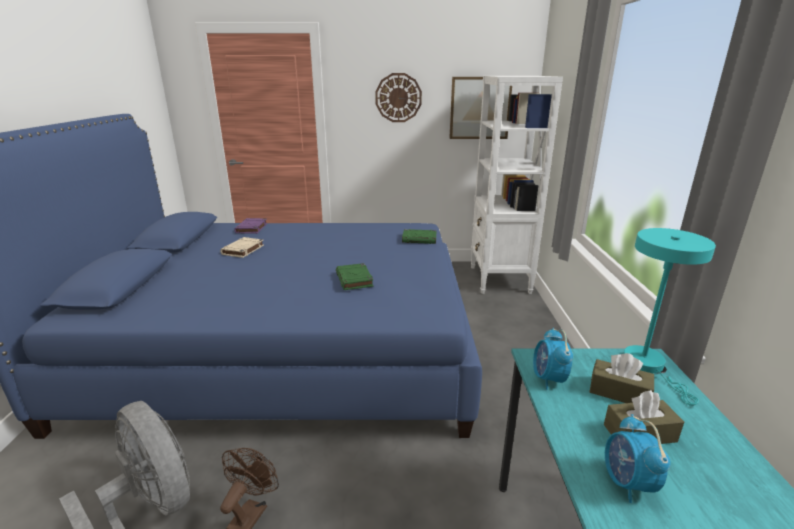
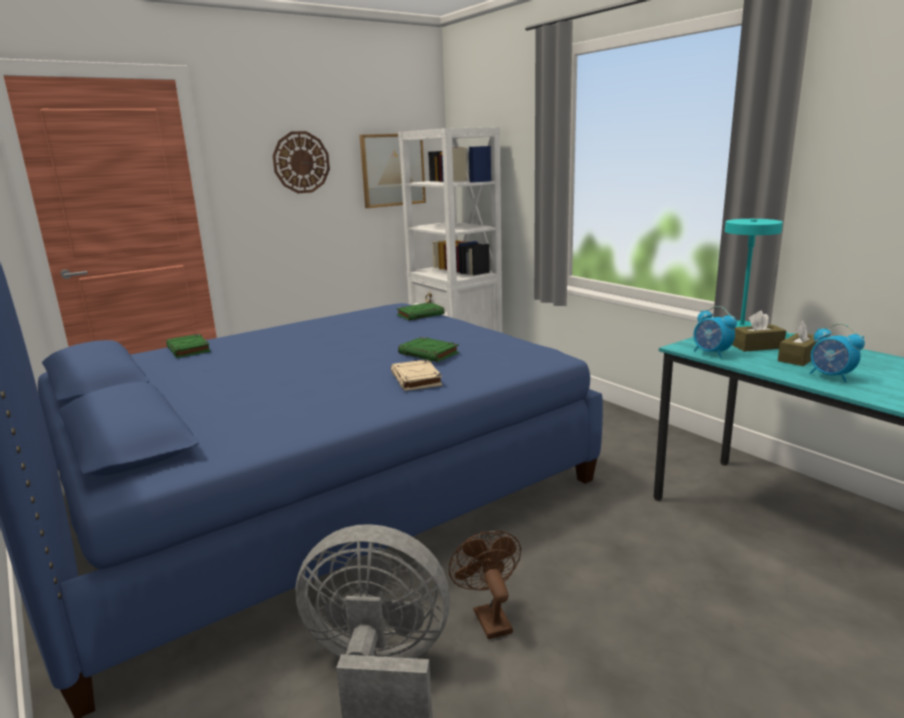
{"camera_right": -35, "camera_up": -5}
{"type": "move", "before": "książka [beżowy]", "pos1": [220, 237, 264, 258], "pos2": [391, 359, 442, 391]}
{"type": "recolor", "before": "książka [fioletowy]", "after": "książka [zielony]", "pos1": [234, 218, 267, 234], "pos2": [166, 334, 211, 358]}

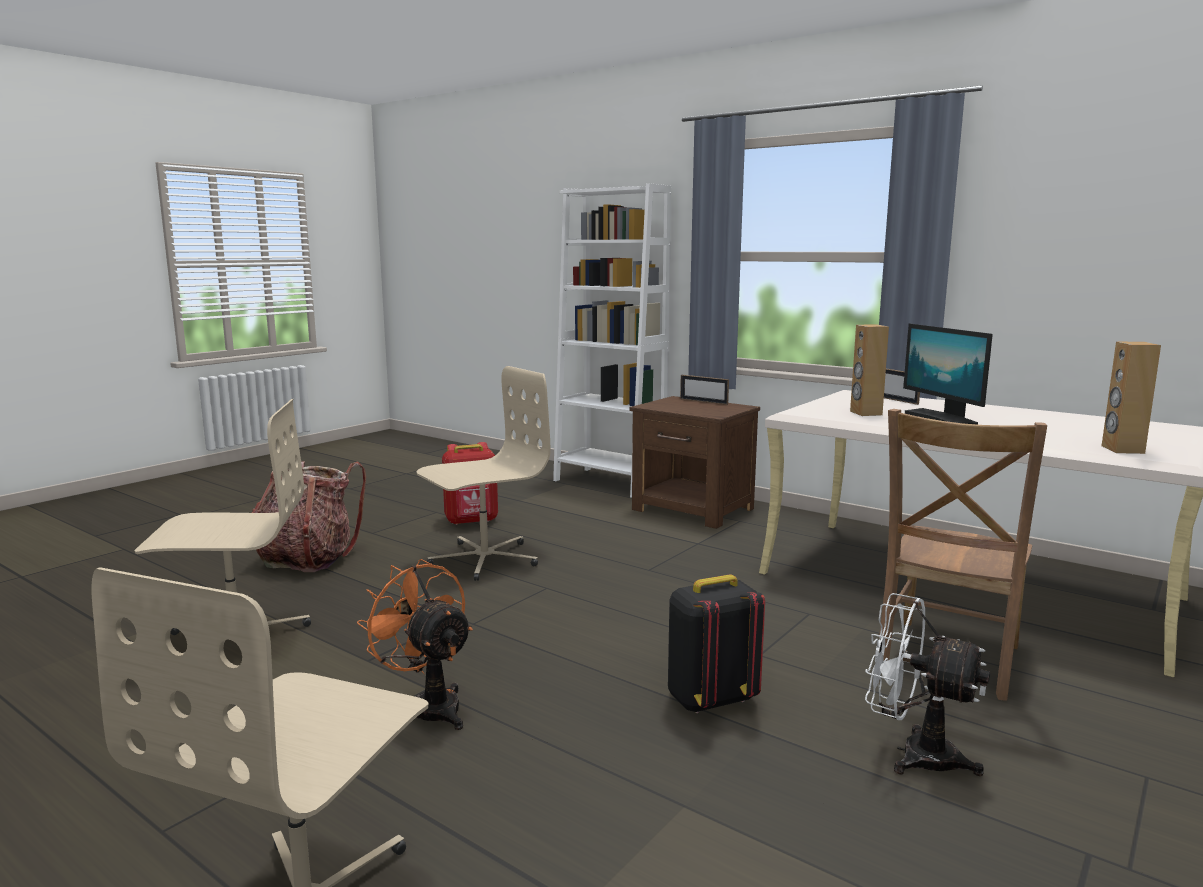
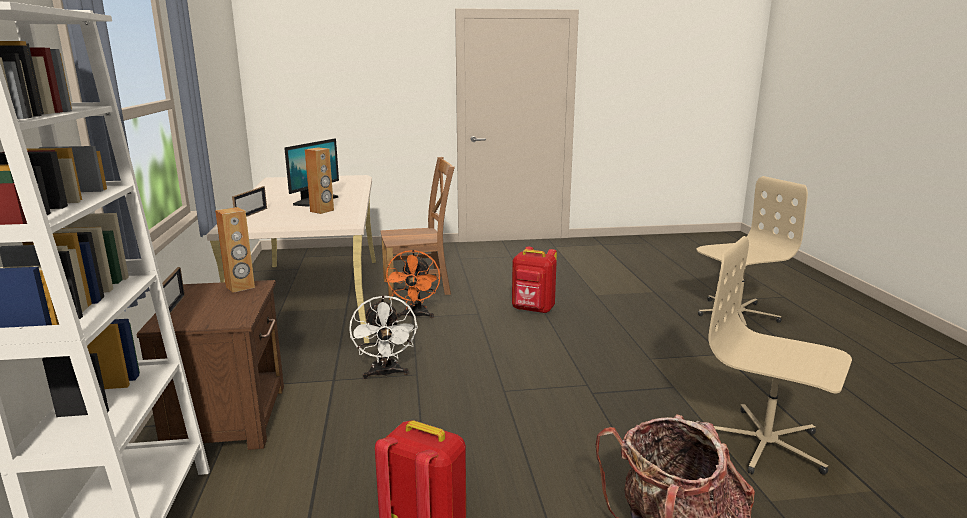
{"camera_right": -135, "camera_up": 5}
{"type": "delete", "before": "krzesło biurowe [beżowy]", "pos1": [417, 366, 550, 581]}
{"type": "move", "before": "wentylator [pomarańczowy]", "pos1": [357, 559, 473, 730], "pos2": [385, 250, 440, 318]}
{"type": "move", "before": "wentylator [biały]", "pos1": [865, 593, 990, 776], "pos2": [349, 295, 418, 379]}
{"type": "move", "before": "głośnik [brązowy]", "pos1": [1102, 342, 1161, 454], "pos2": [215, 207, 255, 293]}
{"type": "recolor", "before": "plecak [czarny]", "after": "plecak [czerwony]", "pos1": [668, 575, 765, 713], "pos2": [512, 247, 557, 314]}

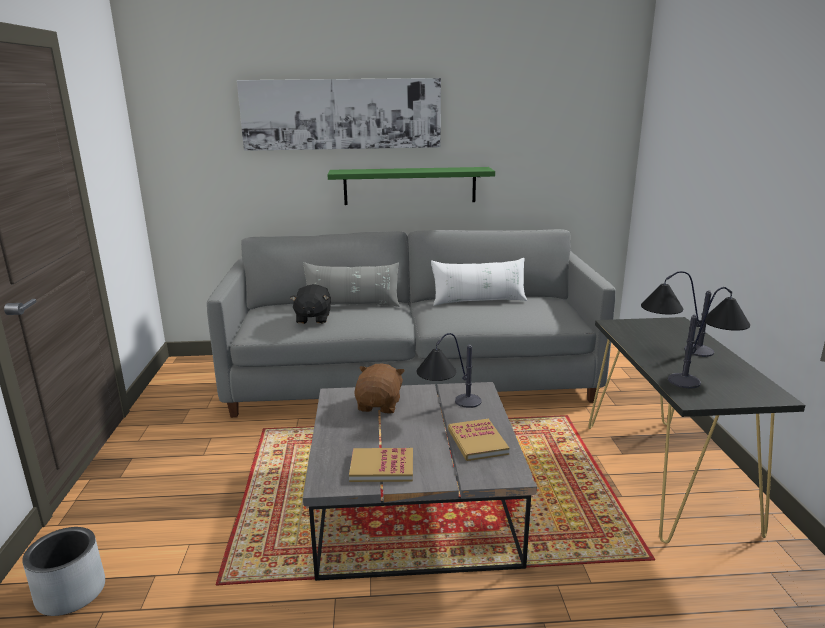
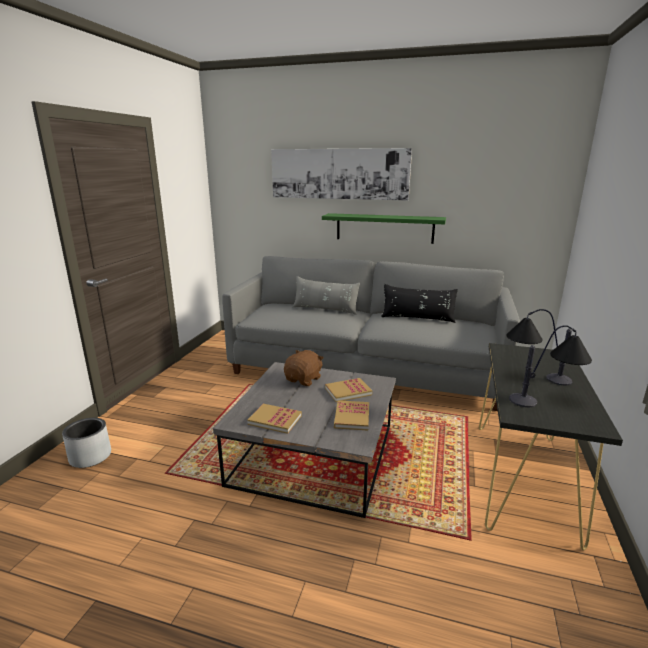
{"camera_right": 20, "camera_up": 0}
{"type": "delete", "before": "pluszak [czarny]", "pos1": [290, 284, 331, 324]}
{"type": "replace", "before": "lampa stołowa", "after": "książka", "pos1": [417, 333, 482, 408], "pos2": [325, 378, 372, 402]}
{"type": "recolor", "before": "poduszka [biały]", "after": "poduszka [czarny]", "pos1": [431, 258, 527, 306], "pos2": [381, 284, 458, 323]}

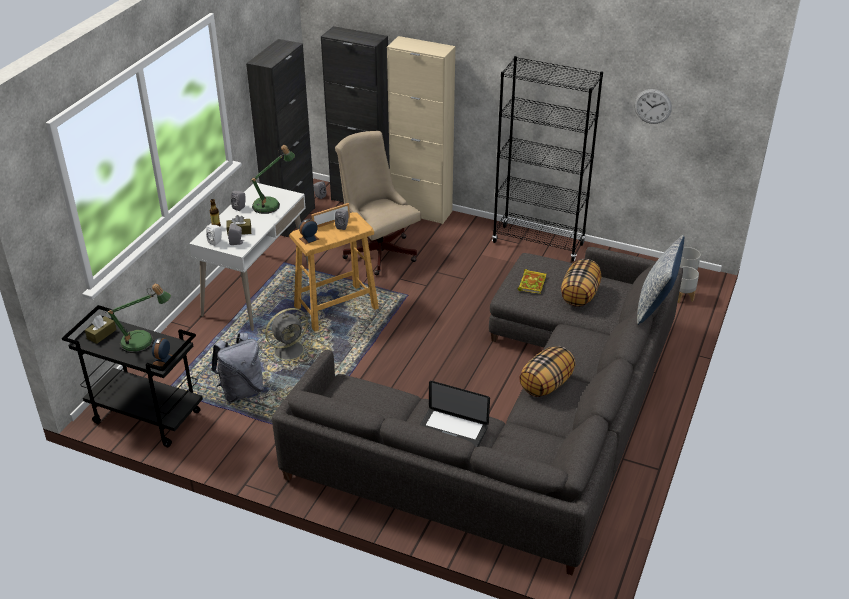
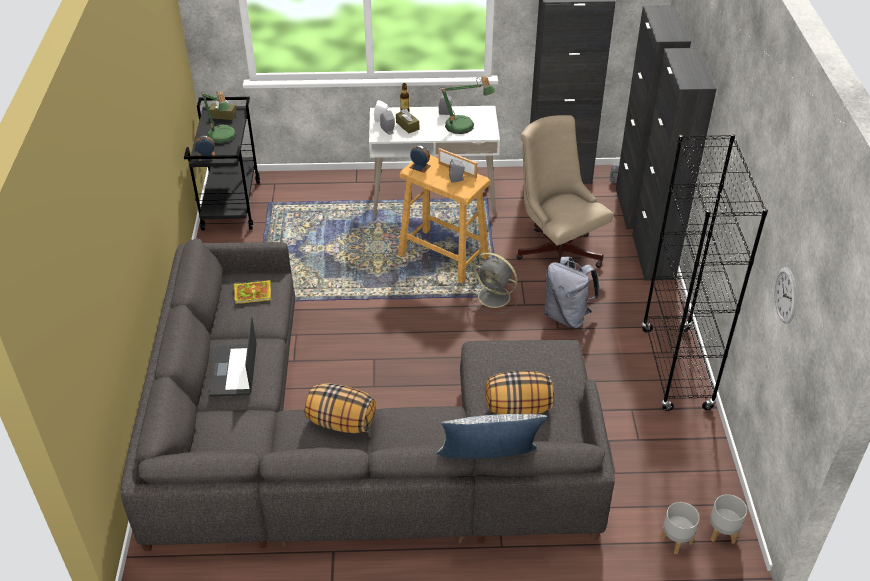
{"camera_right": 65, "camera_up": 5}
{"type": "move", "before": "plecak [szary]", "pos1": [211, 333, 264, 402], "pos2": [544, 257, 600, 328]}
{"type": "move", "before": "wentylator [szary]", "pos1": [264, 308, 312, 365], "pos2": [470, 252, 520, 314]}
{"type": "move", "before": "książka", "pos1": [517, 269, 546, 294], "pos2": [234, 280, 271, 304]}
{"type": "recolor", "before": "szafka [beżowy]", "after": "szafka [czarny]", "pos1": [387, 36, 455, 224], "pos2": [632, 48, 716, 281]}
{"type": "rotate", "before": "krzesło biurowe [beżowy]", "pos1": [335, 131, 421, 275], "pos2": [516, 115, 614, 268], "turn": -60}

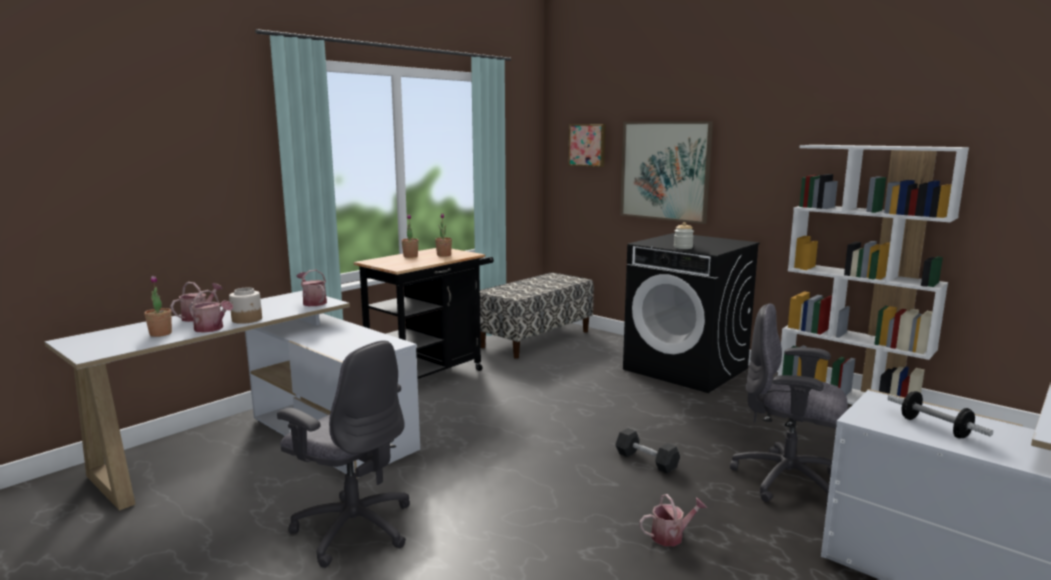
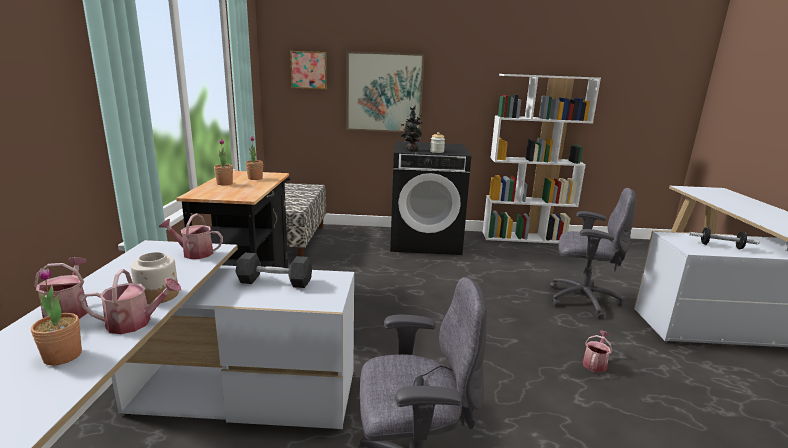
{"camera_right": -40, "camera_up": 5}
{"type": "insert", "after": "roślina doniczkowa", "pos2": [401, 105, 422, 151]}
{"type": "move", "before": "hantel [czarny]", "pos1": [615, 428, 680, 474], "pos2": [235, 253, 312, 288]}
{"type": "rotate", "before": "krzesło biurowe [szary]", "pos1": [730, 303, 848, 502], "pos2": [550, 188, 636, 319], "turn": -150}

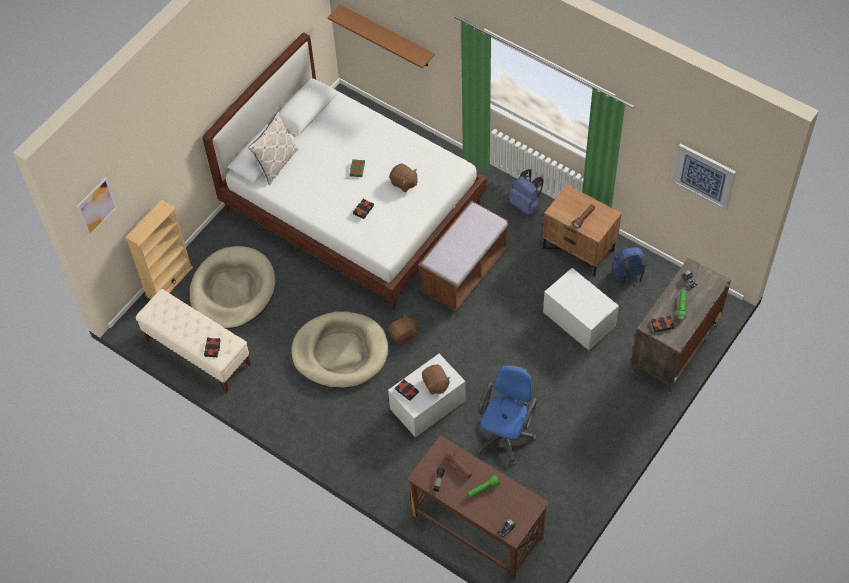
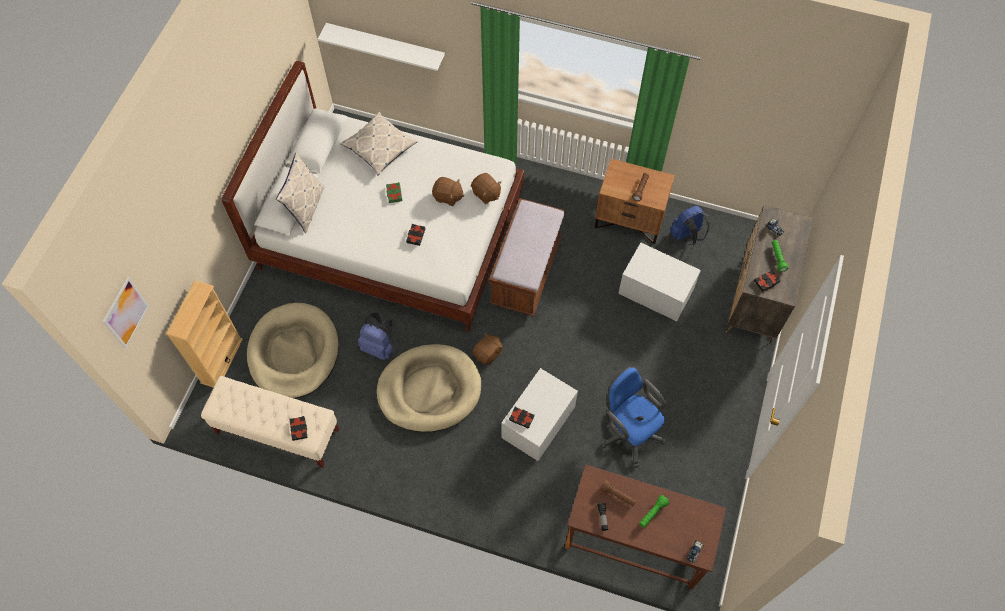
{"camera_right": -20, "camera_up": 5}
{"type": "delete", "before": "obraz", "pos1": [672, 143, 736, 211]}
{"type": "insert", "after": "poduszka", "pos2": [340, 112, 418, 175]}
{"type": "move", "before": "pluszak [brązowy]", "pos1": [422, 364, 451, 395], "pos2": [471, 173, 501, 204]}
{"type": "move", "before": "plecak [niebieski]", "pos1": [509, 169, 544, 215], "pos2": [358, 313, 394, 360]}
{"type": "recolor", "before": "półka [brązowy]", "after": "półka [biały]", "pos1": [327, 5, 435, 69], "pos2": [318, 23, 445, 71]}
{"type": "rotate", "before": "krzesło biurowe [niebieski]", "pos1": [477, 365, 537, 466], "pos2": [601, 367, 666, 468], "turn": -45}

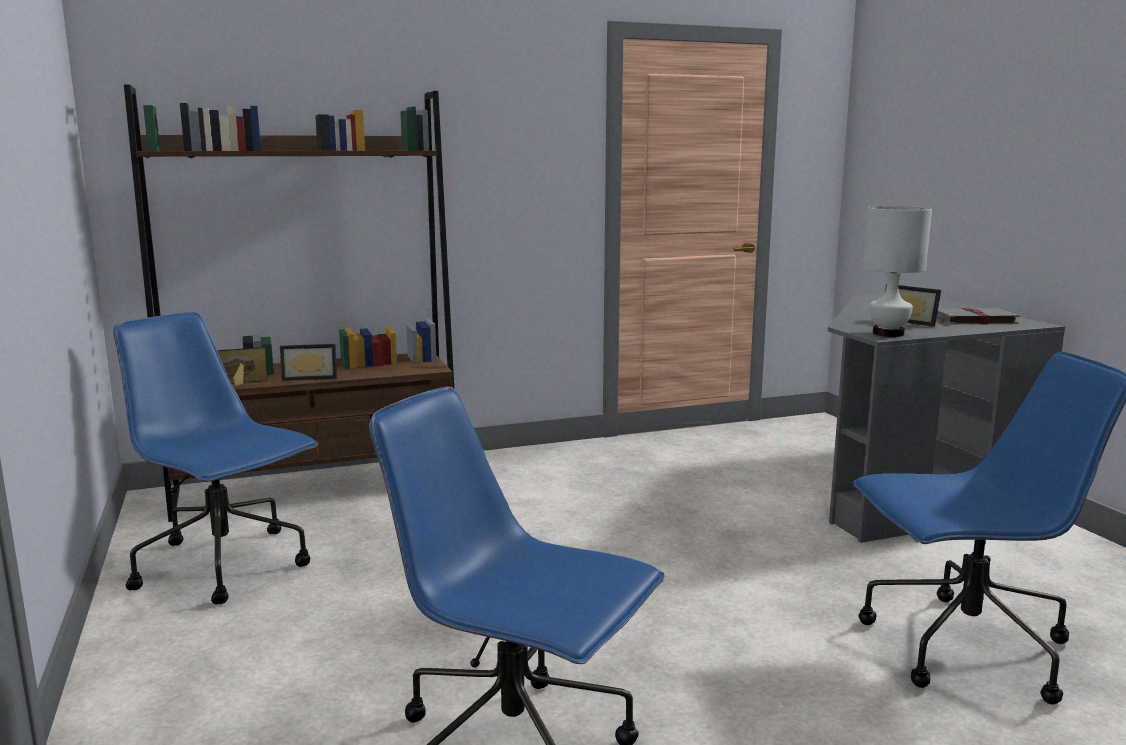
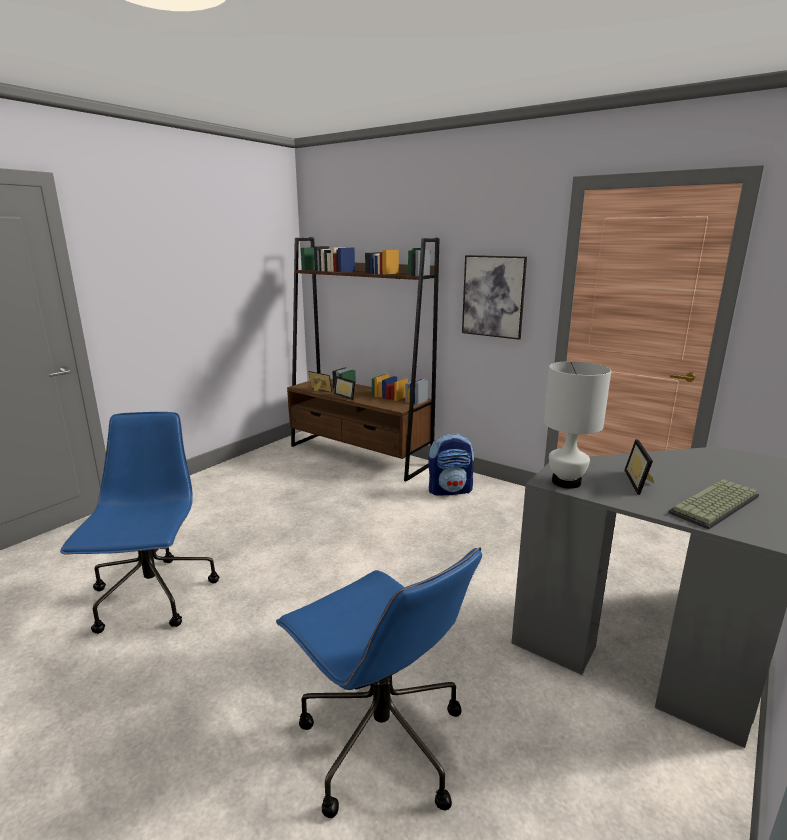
{"camera_right": 55, "camera_up": 5}
{"type": "delete", "before": "krzesło biurowe [niebieski]", "pos1": [113, 312, 318, 605]}
{"type": "insert", "after": "plecak", "pos2": [428, 433, 474, 496]}
{"type": "insert", "after": "obraz", "pos2": [462, 255, 527, 340]}
{"type": "replace", "before": "książka [szary]", "after": "klawiatura", "pos1": [937, 308, 1020, 324], "pos2": [668, 479, 759, 529]}

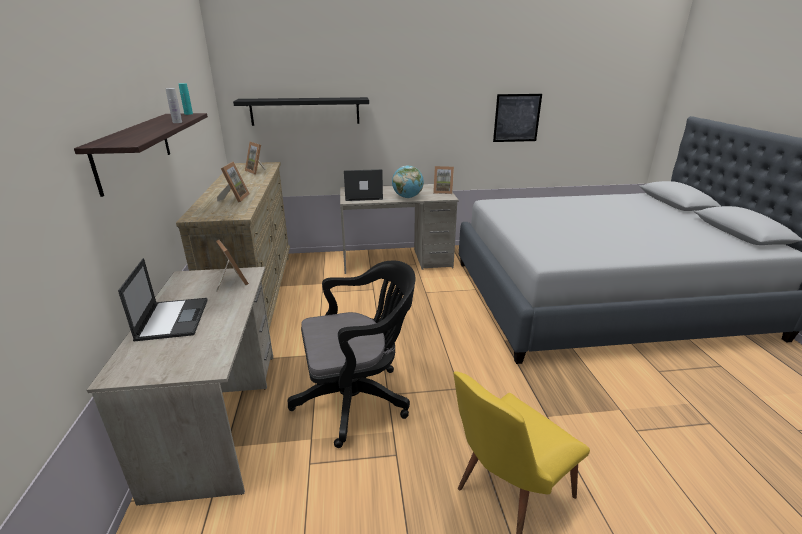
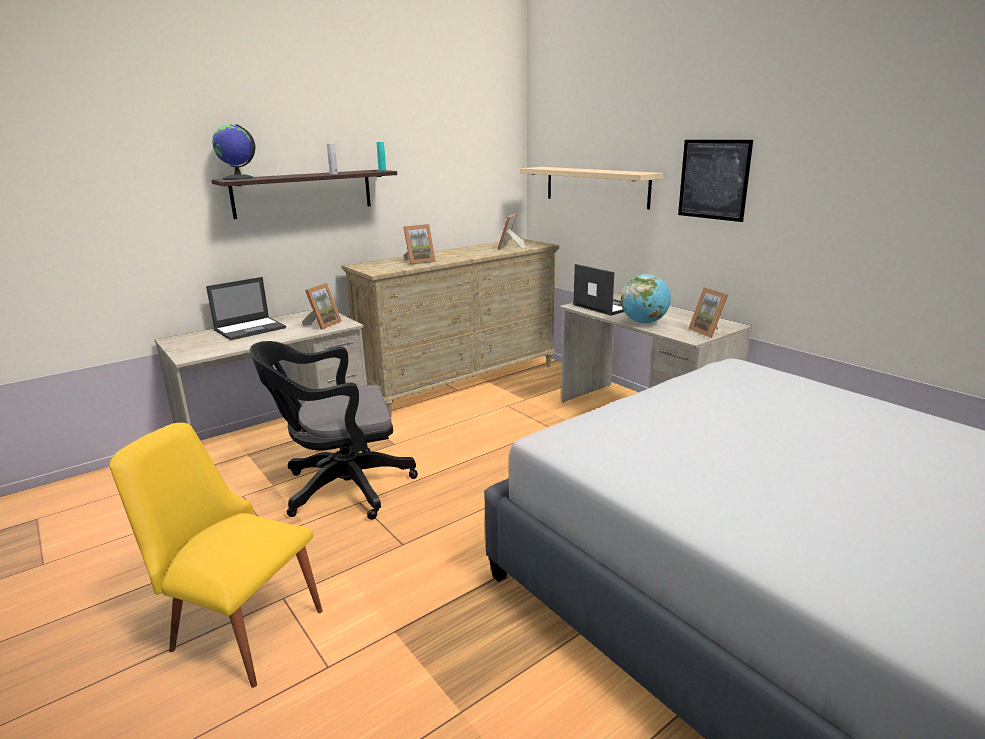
{"camera_right": 60, "camera_up": -5}
{"type": "insert", "after": "globus", "pos2": [212, 124, 256, 180]}
{"type": "move", "before": "obraz", "pos1": [493, 94, 542, 142], "pos2": [678, 140, 753, 222]}
{"type": "recolor", "before": "półka [czarny]", "after": "półka [beżowy]", "pos1": [233, 97, 369, 126], "pos2": [520, 167, 663, 209]}
{"type": "rotate", "before": "krzesło biurowe [czarny]", "pos1": [288, 261, 416, 448], "pos2": [250, 341, 418, 520], "turn": 120}

